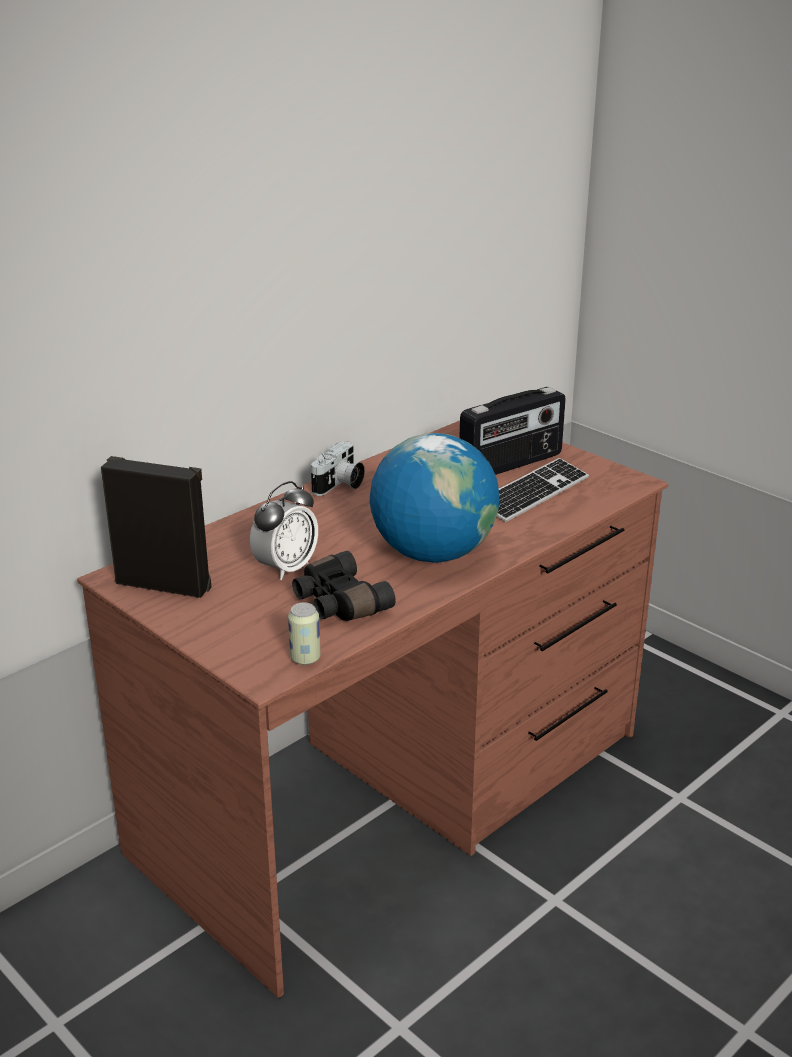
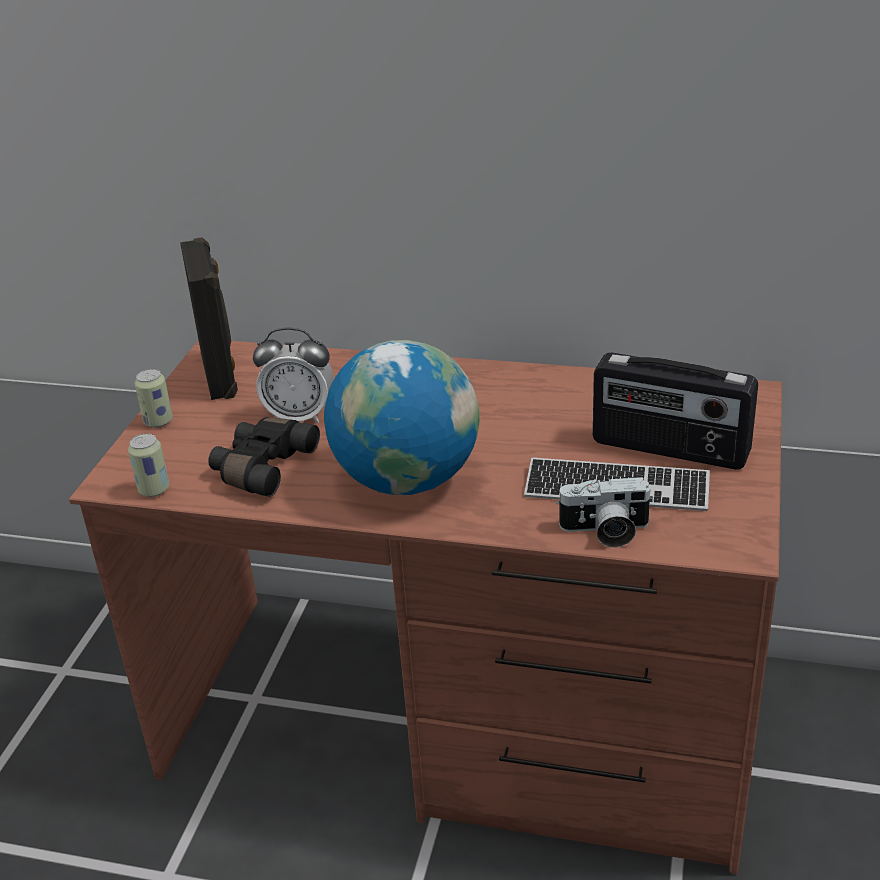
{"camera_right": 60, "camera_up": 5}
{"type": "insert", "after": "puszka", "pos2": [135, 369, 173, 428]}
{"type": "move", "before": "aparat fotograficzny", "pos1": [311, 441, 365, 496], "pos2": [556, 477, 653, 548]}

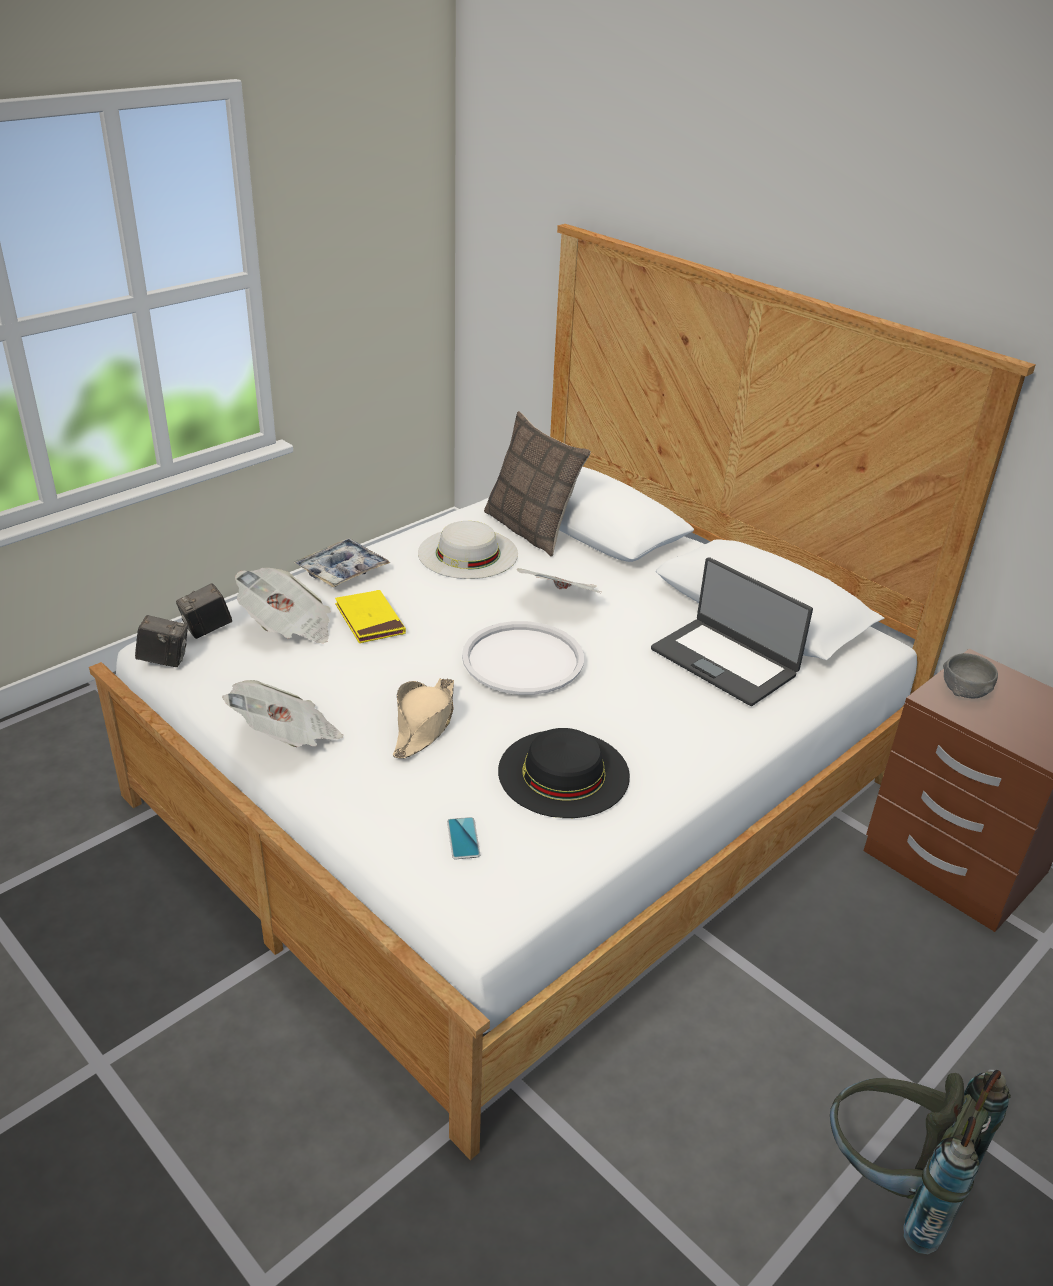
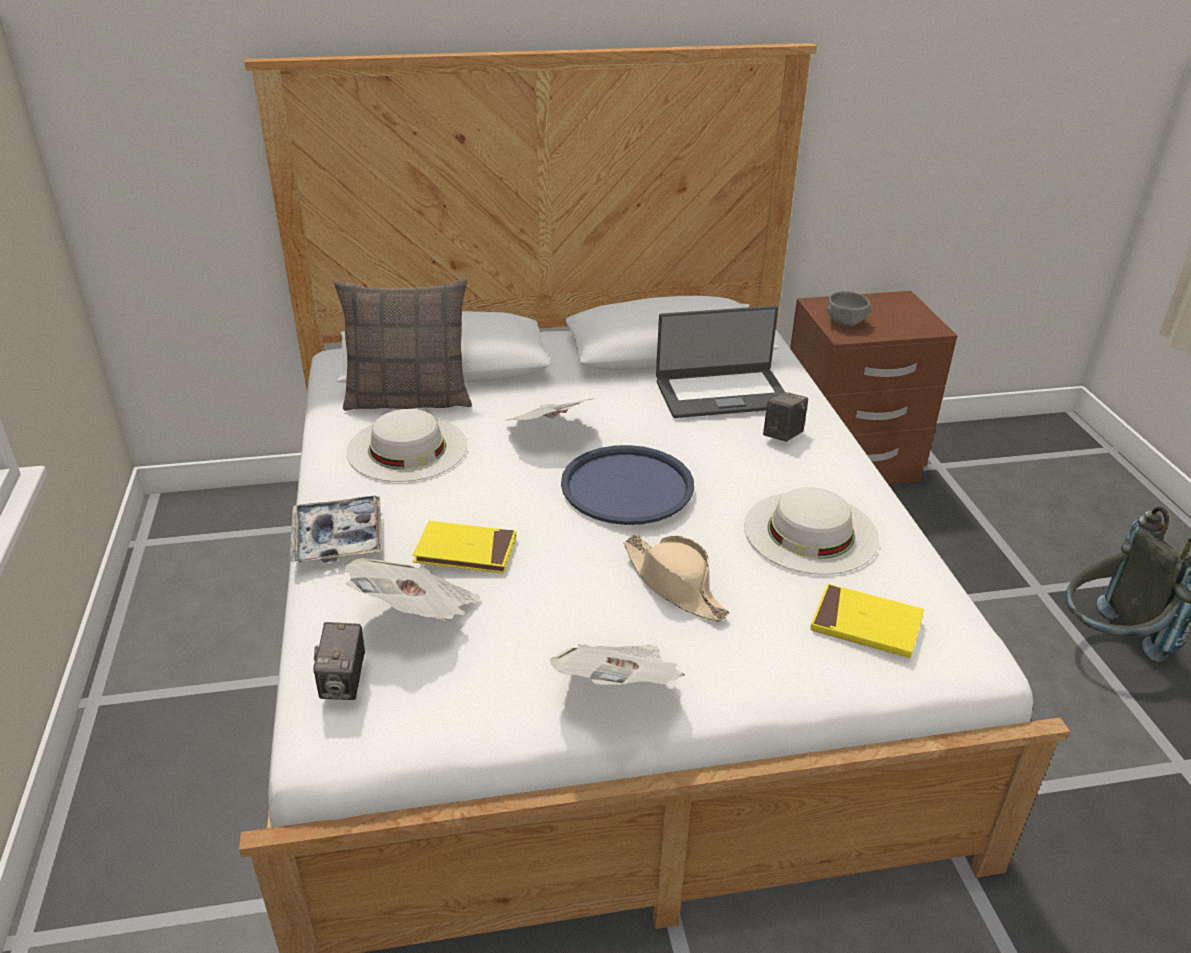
{"camera_right": -55, "camera_up": 0}
{"type": "move", "before": "aparat fotograficzny", "pos1": [135, 615, 188, 667], "pos2": [763, 392, 808, 442]}
{"type": "replace", "before": "telefon", "after": "książka [żółty]", "pos1": [447, 817, 480, 859], "pos2": [810, 584, 924, 658]}
{"type": "recolor", "before": "taca [biały]", "after": "taca [niebieski]", "pos1": [462, 621, 584, 695], "pos2": [561, 445, 694, 525]}
{"type": "recolor", "before": "kapelusz [czarny]", "after": "kapelusz [biały]", "pos1": [498, 728, 630, 818], "pos2": [744, 487, 879, 575]}

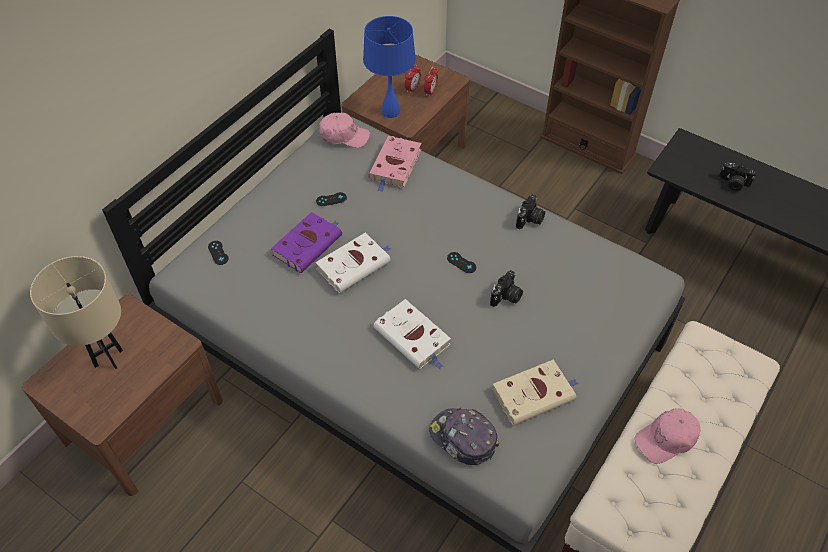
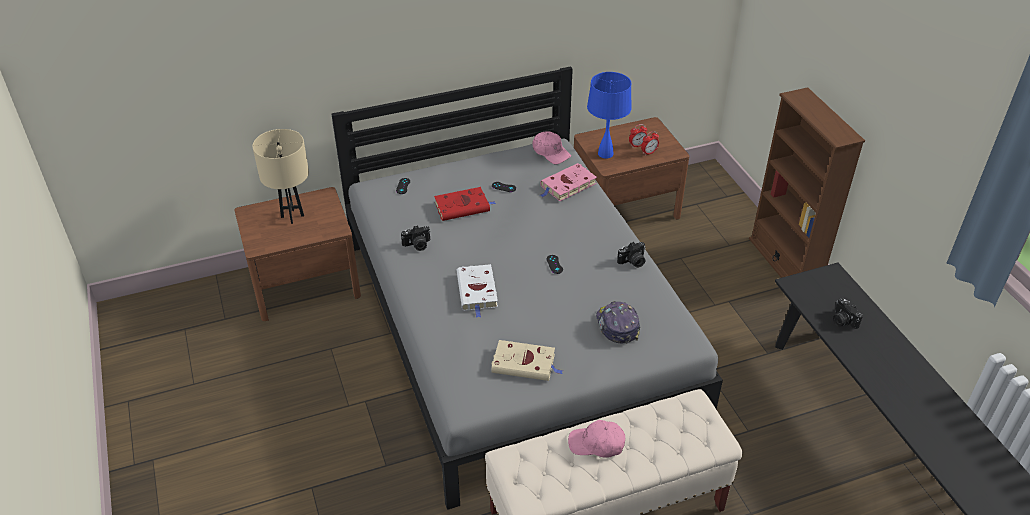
{"camera_right": 35, "camera_up": -10}
{"type": "delete", "before": "książka [biały]", "pos1": [315, 232, 392, 293]}
{"type": "move", "before": "czapka z daszkiem", "pos1": [429, 408, 499, 465], "pos2": [596, 301, 640, 344]}
{"type": "move", "before": "aparat fotograficzny", "pos1": [490, 270, 523, 307], "pos2": [401, 225, 430, 251]}
{"type": "recolor", "before": "książka [fioletowy]", "after": "książka [czerwony]", "pos1": [271, 212, 342, 273], "pos2": [434, 187, 496, 221]}

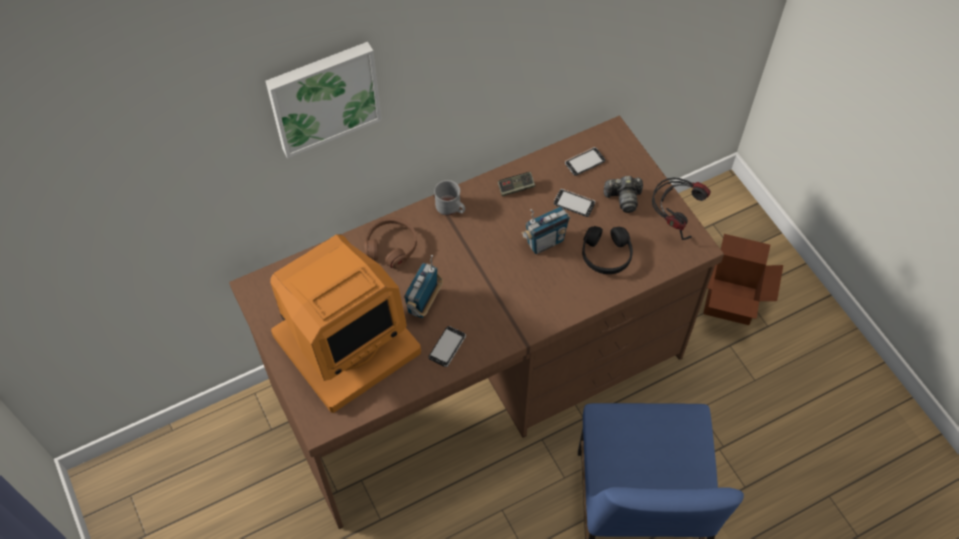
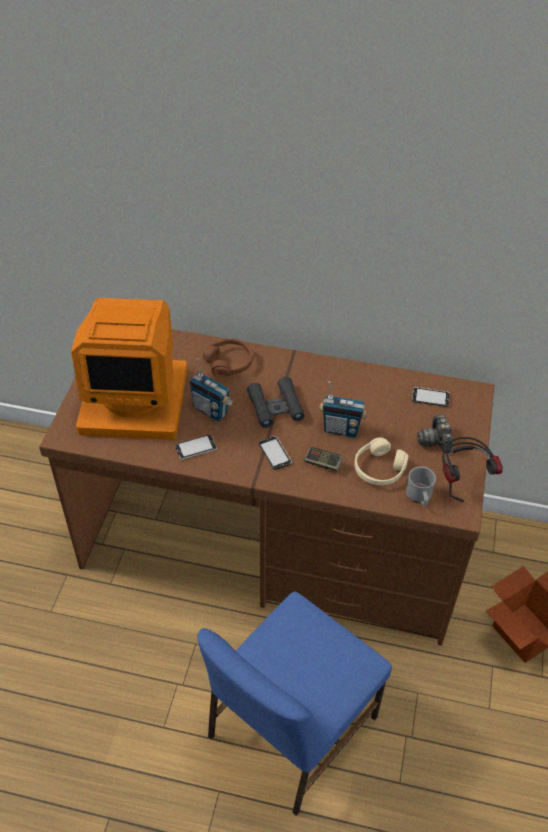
{"camera_right": 40, "camera_up": -10}
{"type": "delete", "before": "obraz", "pos1": [266, 42, 382, 158]}
{"type": "insert", "after": "lornetka [czarny]", "pos2": [247, 377, 305, 428]}
{"type": "move", "before": "kubek [szary]", "pos1": [434, 180, 465, 215], "pos2": [406, 466, 436, 506]}
{"type": "move", "before": "pad do gier", "pos1": [498, 172, 535, 196], "pos2": [304, 447, 343, 471]}
{"type": "move", "before": "telefon", "pos1": [554, 189, 595, 217], "pos2": [259, 436, 292, 470]}
{"type": "recolor", "before": "słuchawki [czarny]", "after": "słuchawki [beżowy]", "pos1": [582, 226, 633, 274], "pos2": [354, 437, 408, 485]}
{"type": "rotate", "before": "radio", "pos1": [404, 255, 443, 318], "pos2": [189, 358, 234, 421], "turn": -120}
{"type": "rotate", "before": "aparat fotograficzny", "pos1": [604, 176, 643, 213], "pos2": [417, 414, 453, 453], "turn": 45}

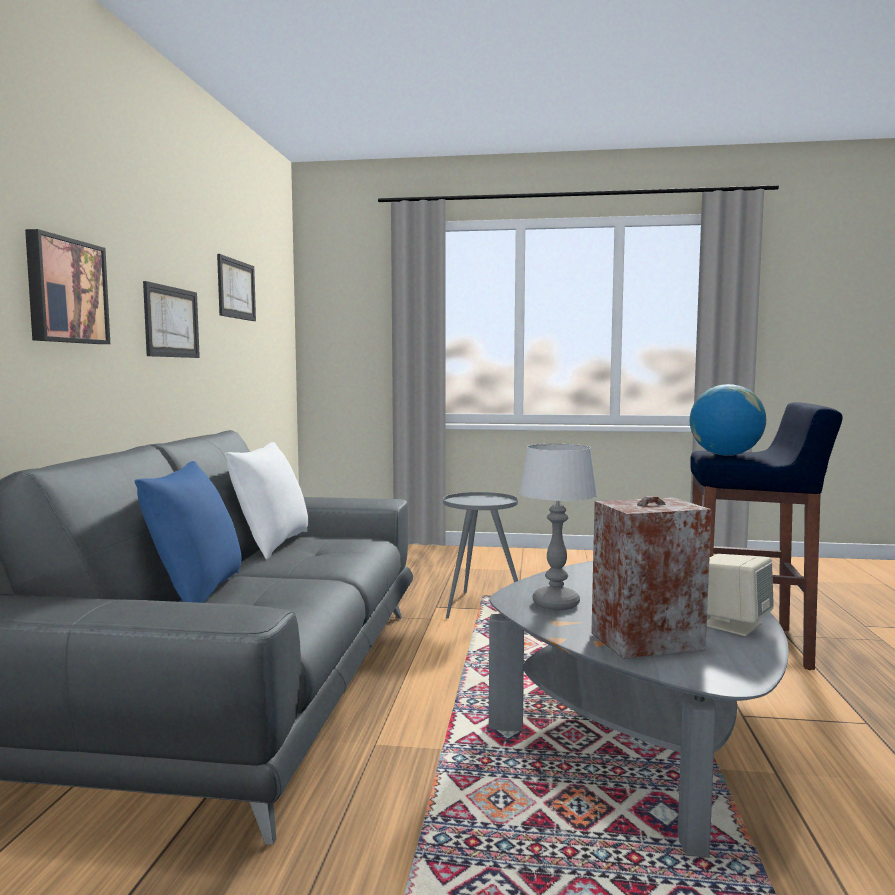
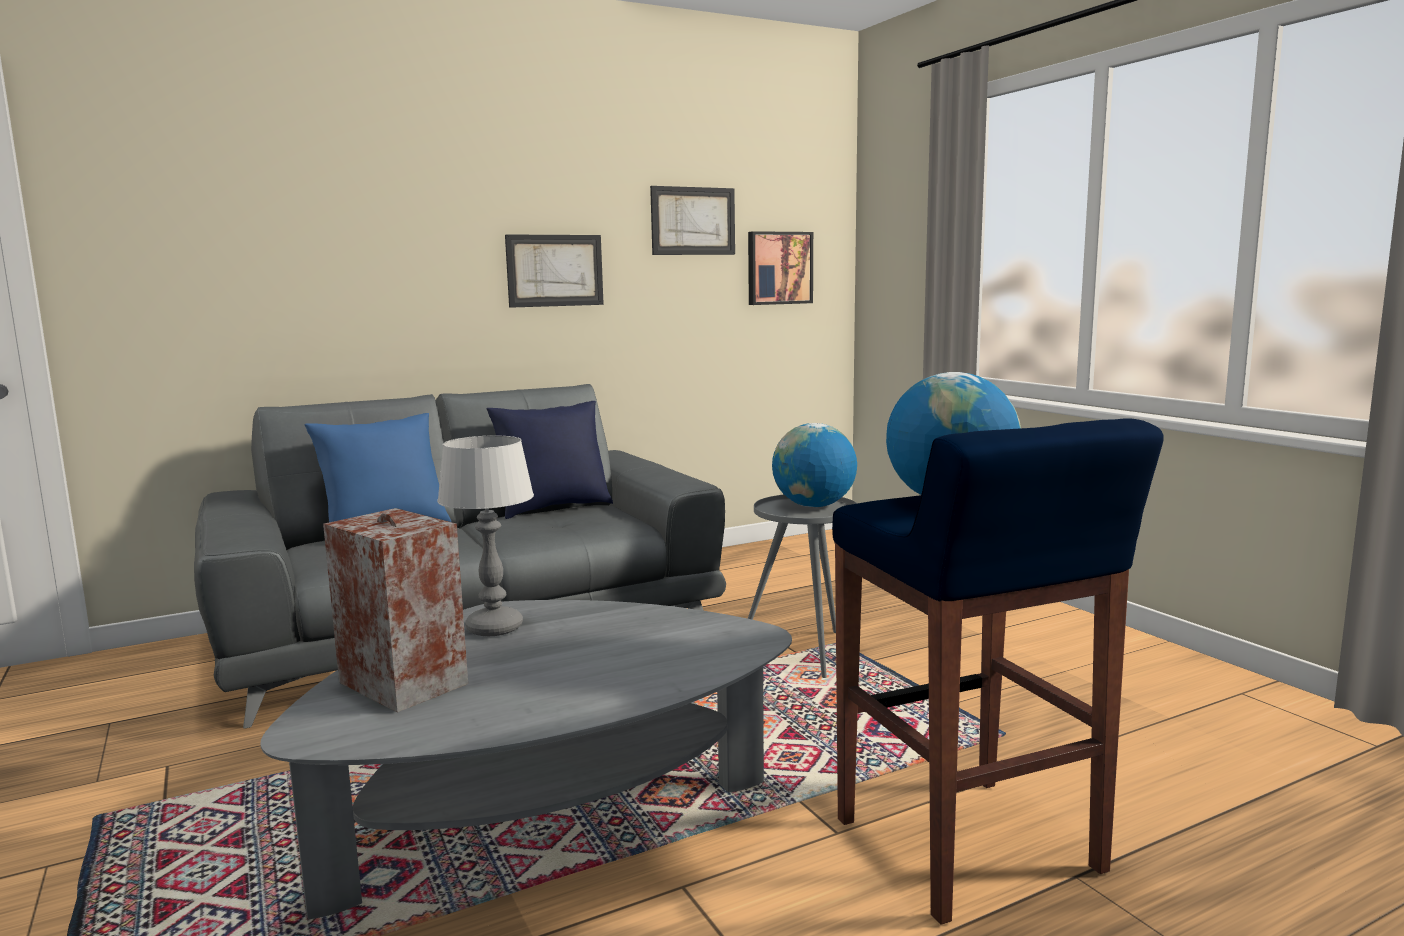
{"camera_right": 55, "camera_up": 5}
{"type": "delete", "before": "głośnik [beżowy]", "pos1": [707, 554, 774, 636]}
{"type": "insert", "after": "globus", "pos2": [772, 423, 857, 507]}
{"type": "move", "before": "obraz", "pos1": [25, 229, 110, 344], "pos2": [748, 231, 813, 305]}
{"type": "recolor", "before": "poduszka [biały]", "after": "poduszka [niebieski]", "pos1": [225, 442, 308, 559], "pos2": [487, 401, 613, 519]}

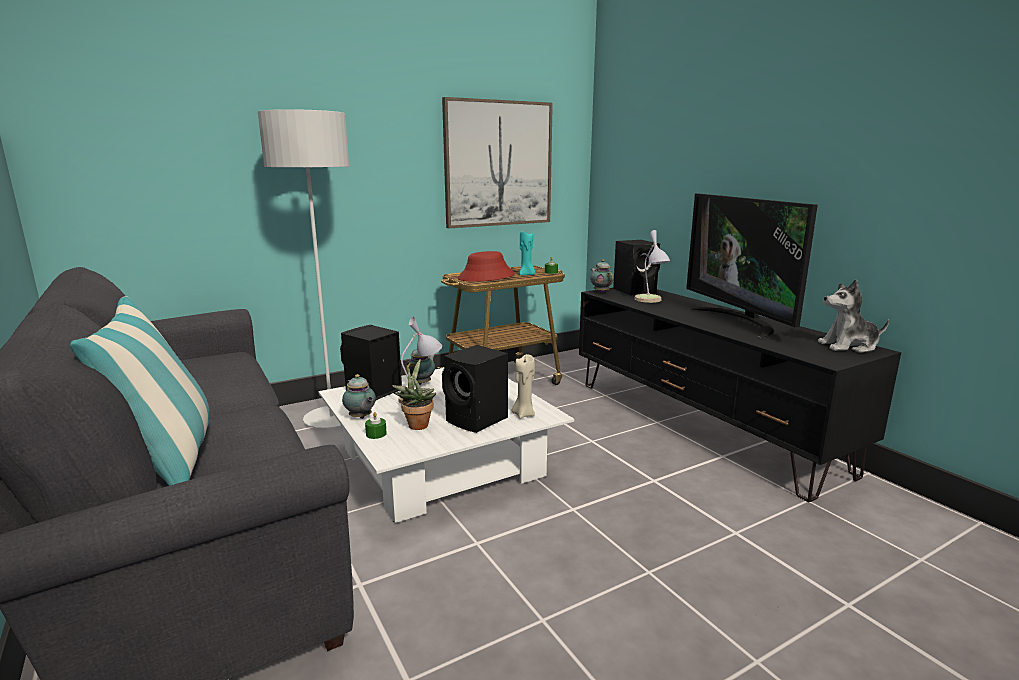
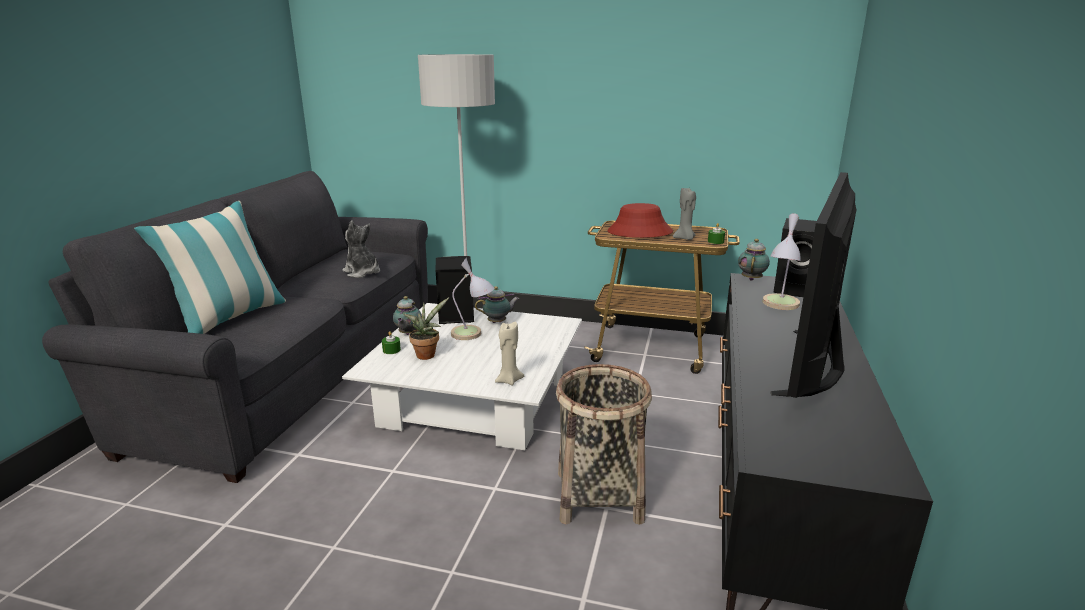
{"camera_right": 45, "camera_up": 5}
{"type": "delete", "before": "obraz", "pos1": [442, 97, 553, 228]}
{"type": "delete", "before": "głośnik [czarny]", "pos1": [442, 345, 508, 433]}
{"type": "insert", "after": "koszyk", "pos2": [556, 364, 652, 525]}
{"type": "move", "before": "pluszak", "pos1": [818, 279, 889, 353], "pos2": [343, 220, 380, 278]}
{"type": "recolor", "before": "świeca [turkusowy]", "after": "świeca [szary]", "pos1": [519, 230, 535, 275], "pos2": [673, 188, 696, 240]}

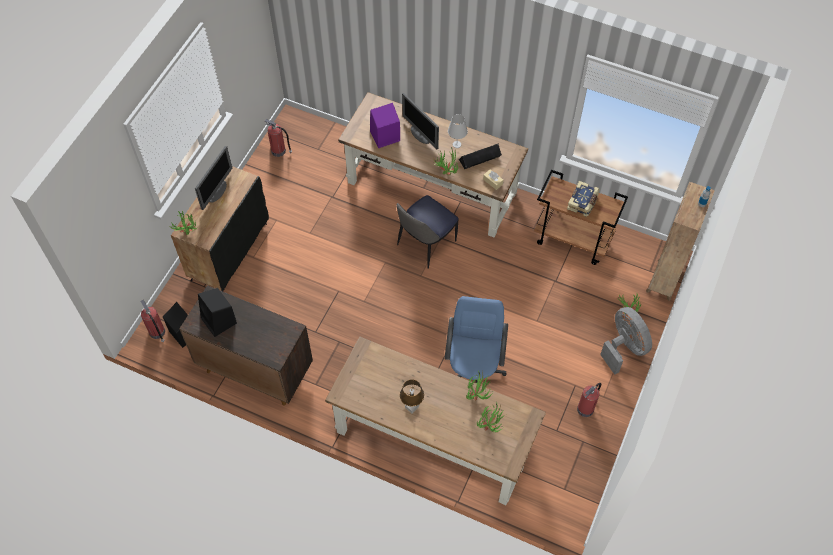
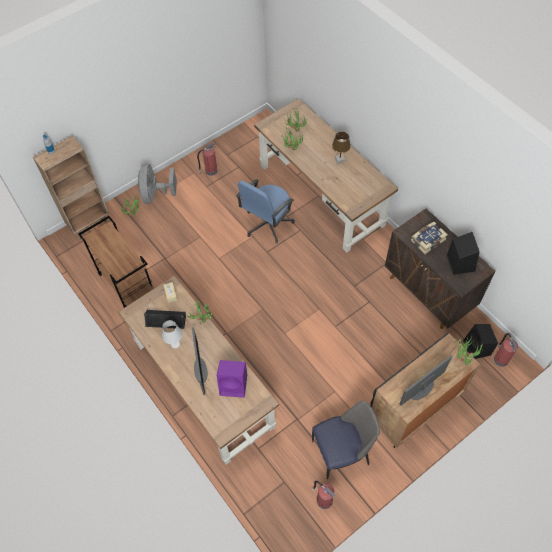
{"camera_right": -150, "camera_up": 0}
{"type": "move", "before": "krzesło", "pos1": [397, 195, 458, 269], "pos2": [312, 400, 380, 479]}
{"type": "move", "before": "książka", "pos1": [567, 181, 599, 217], "pos2": [411, 222, 448, 254]}

